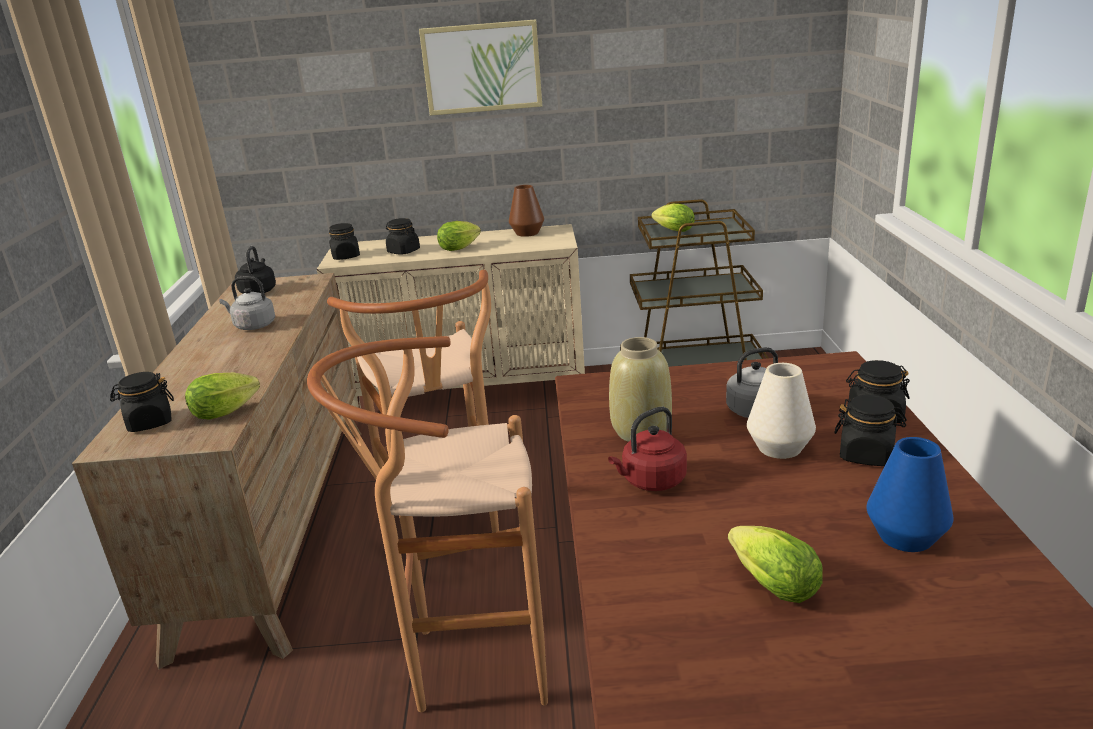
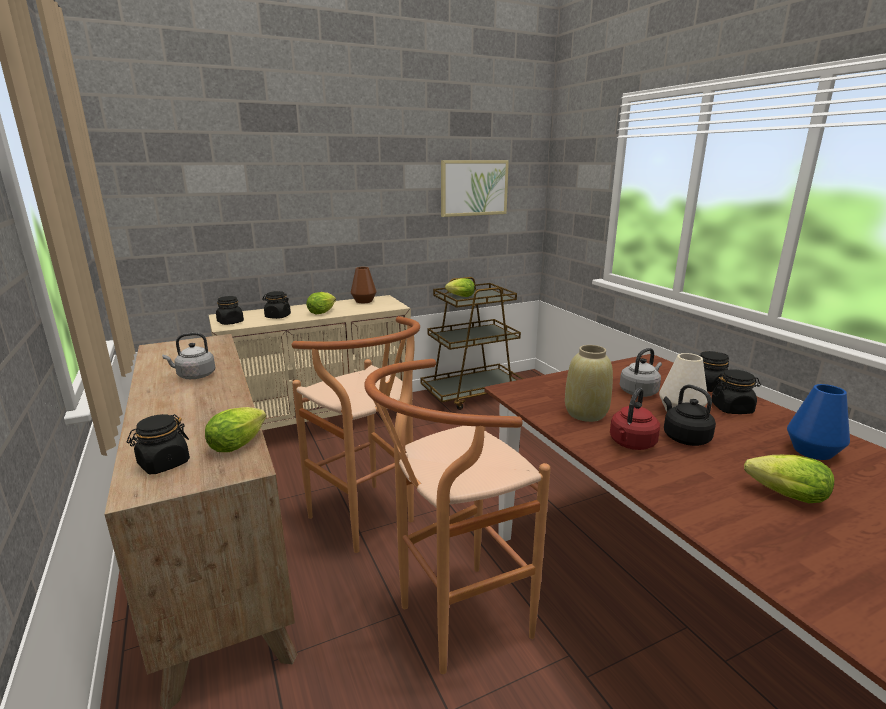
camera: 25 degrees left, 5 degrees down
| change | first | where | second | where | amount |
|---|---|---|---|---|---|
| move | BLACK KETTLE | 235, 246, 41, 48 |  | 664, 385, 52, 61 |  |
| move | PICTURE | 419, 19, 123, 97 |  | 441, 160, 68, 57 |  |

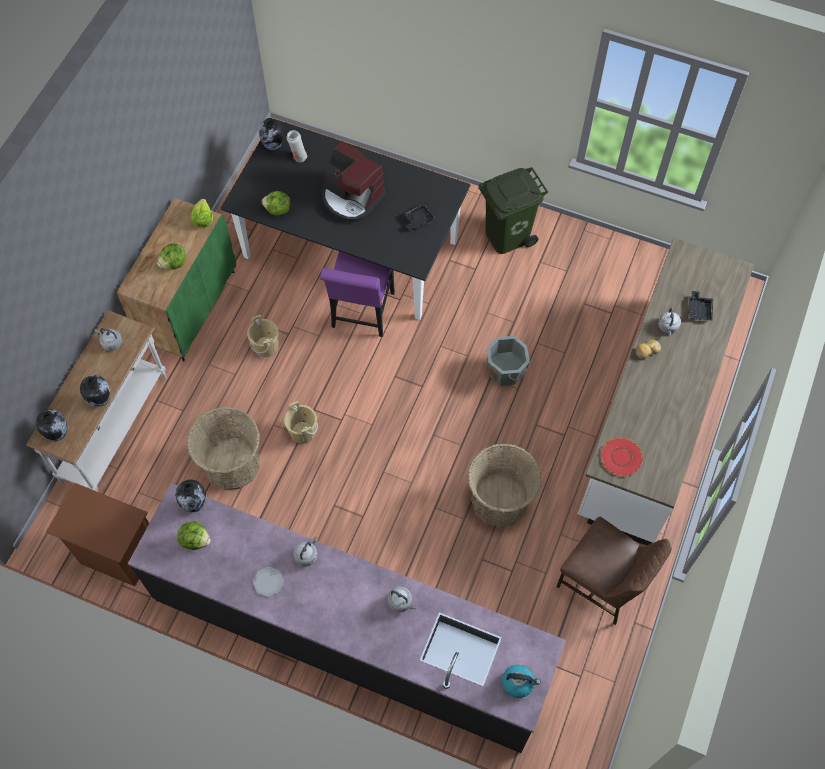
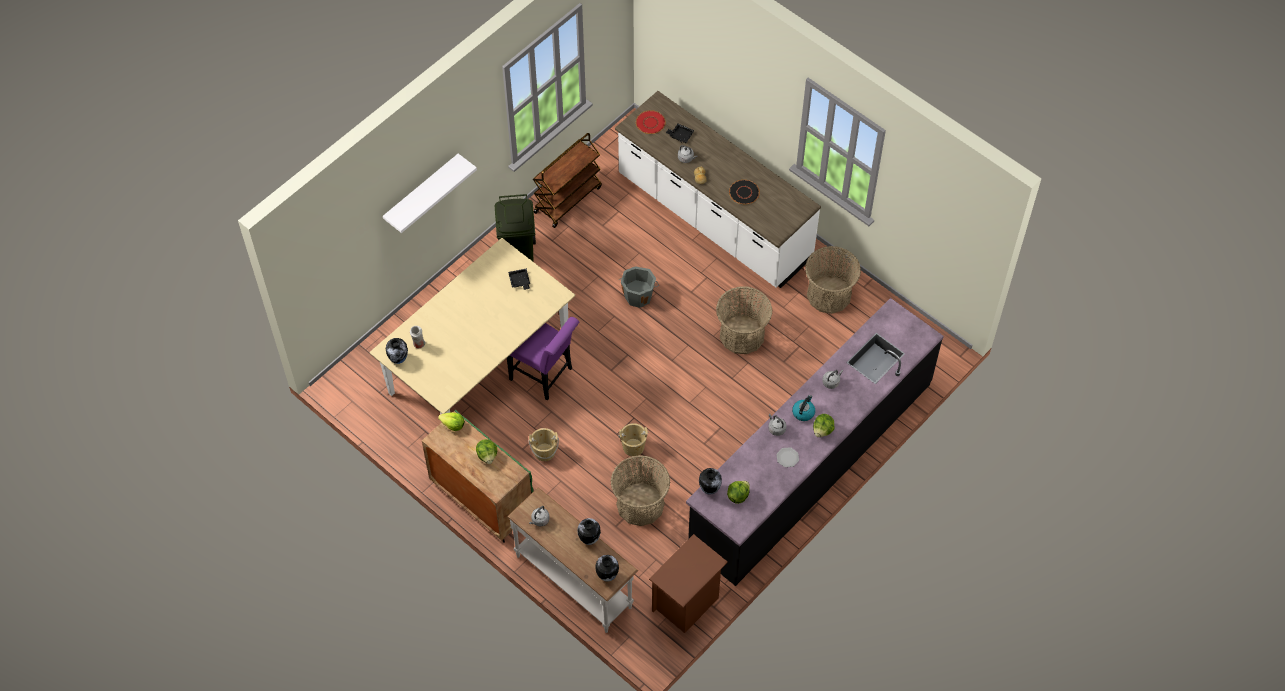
camera: 70 degrees left, 5 degrees down
| change | first | where | second | where | amount |
|---|---|---|---|---|---|
| delete | COFFEE MACHINE | 322, 141, 64, 81 |  |  |  |
| insert |  |  | WHITE SHELF | 383, 154, 94, 79 |  |
| insert |  |  | BROWN CART | 533, 133, 69, 95 |  |
| insert |  |  | BLACK PLATE | 729, 180, 31, 24 |  |
| move | LETTUCE | 262, 191, 29, 25 |  | 813, 414, 22, 23 |  |
| move | KETTLE | 502, 665, 38, 33 |  | 792, 395, 23, 26 |  |
| move | RED PLATE | 601, 437, 42, 39 |  | 636, 110, 30, 24 |  |
| replace | BROWN CHAIR | 556, 517, 116, 108 | BASKET | 805, 246, 56, 68 |  |
| recolor | BLACK DINING TABLE | 221, 119, 249, 201 | BEIGE DINING TABLE | 370, 238, 205, 177 |  |

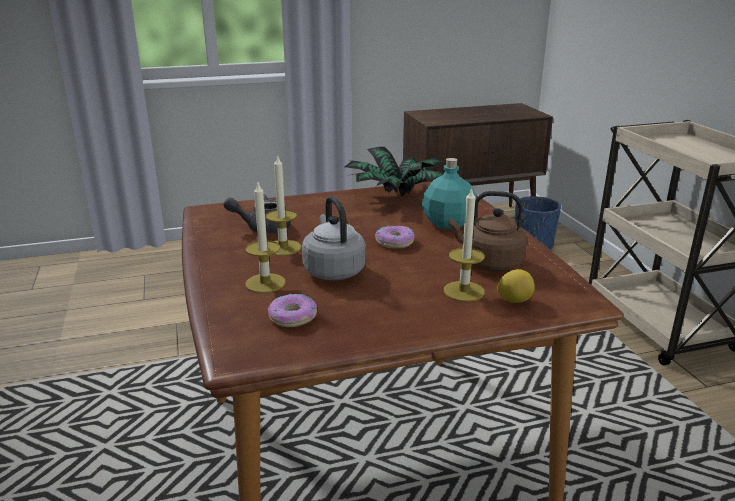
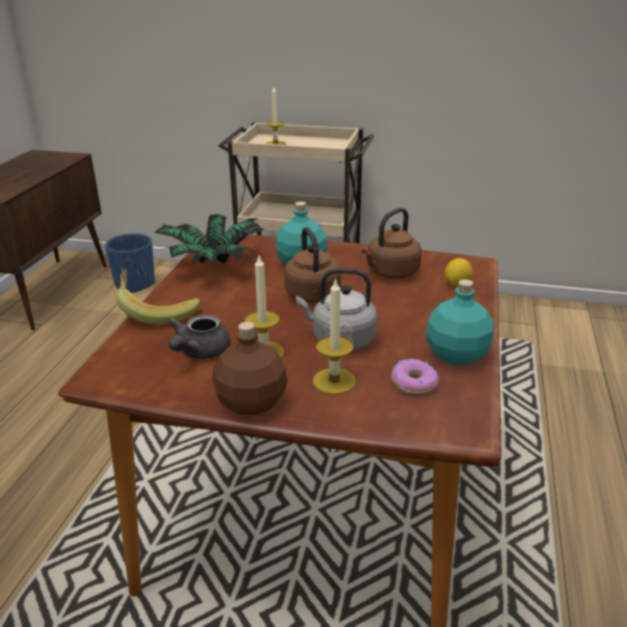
camera: 60 degrees left, 5 degrees up
| change | first | where | second | where | amount |
|---|---|---|---|---|---|
| insert |  |  | BANANA | 116, 268, 84, 57 |  |
| insert |  |  | BROWN BOTTLE | 212, 322, 76, 93 |  |
| insert |  |  | TURQUOISE BOTTLE | 426, 279, 68, 86 |  |
| move | CANDLE | 444, 186, 41, 116 |  | 266, 87, 20, 58 |  |
| replace | DONUT | 375, 226, 40, 22 | BROWN KETTLE | 284, 227, 57, 76 |  |

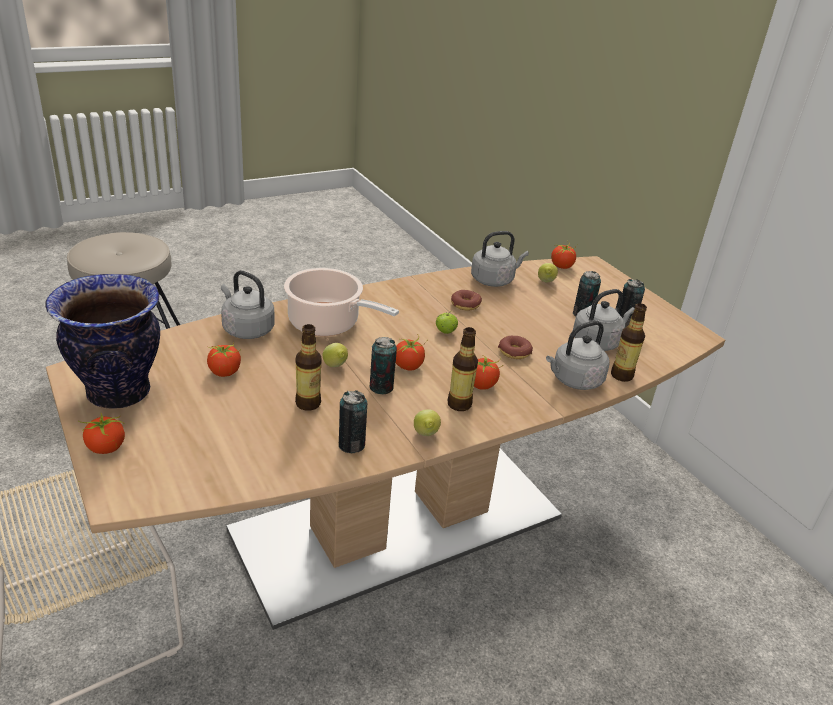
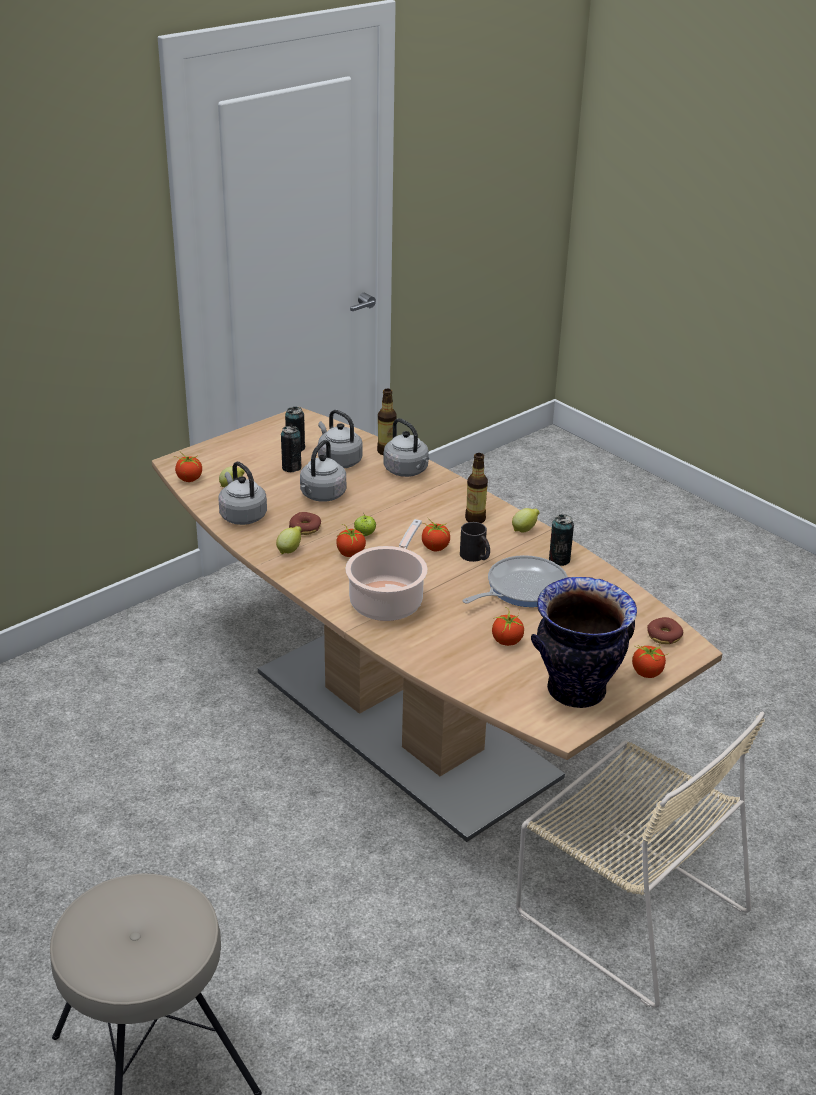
camera: 100 degrees left, 0 degrees up
| change | first | where | second | where | amount |
|---|---|---|---|---|---|
| move | GREY KETTLE | 221, 271, 54, 68 |  | 300, 440, 46, 62 |  |
| move | LEMON | 323, 343, 25, 24 |  | 276, 526, 25, 28 |  |
| move | TOMATO | 474, 355, 29, 35 |  | 336, 524, 30, 33 |  |
| move | DONUT | 498, 336, 35, 23 |  | 647, 617, 36, 27 |  |
| replace | BOTTLE | 295, 324, 26, 87 | FRYING PAN | 462, 555, 106, 52 |  |
| replace | CAN | 370, 337, 27, 57 | BLACK MUG | 460, 522, 30, 40 |  |

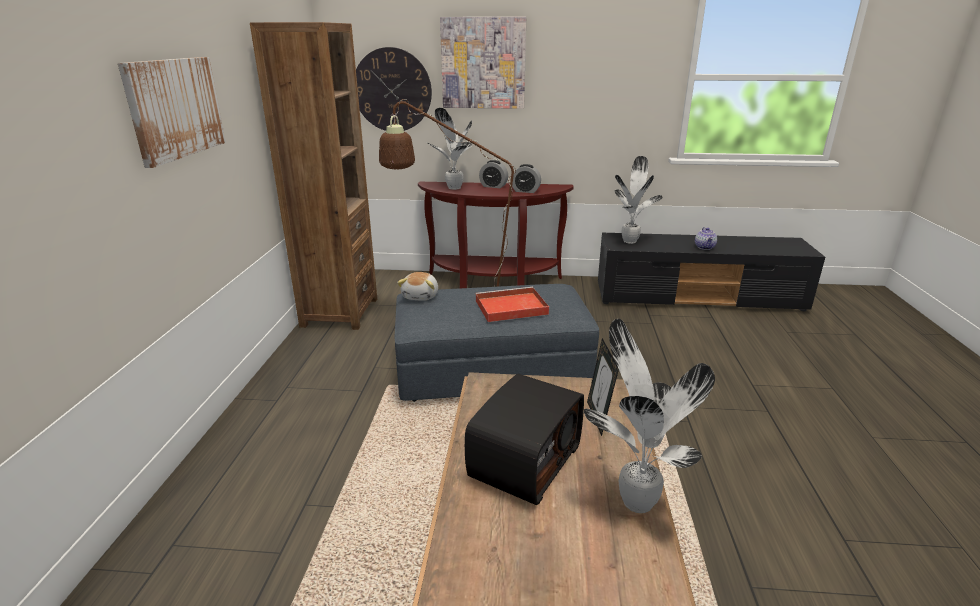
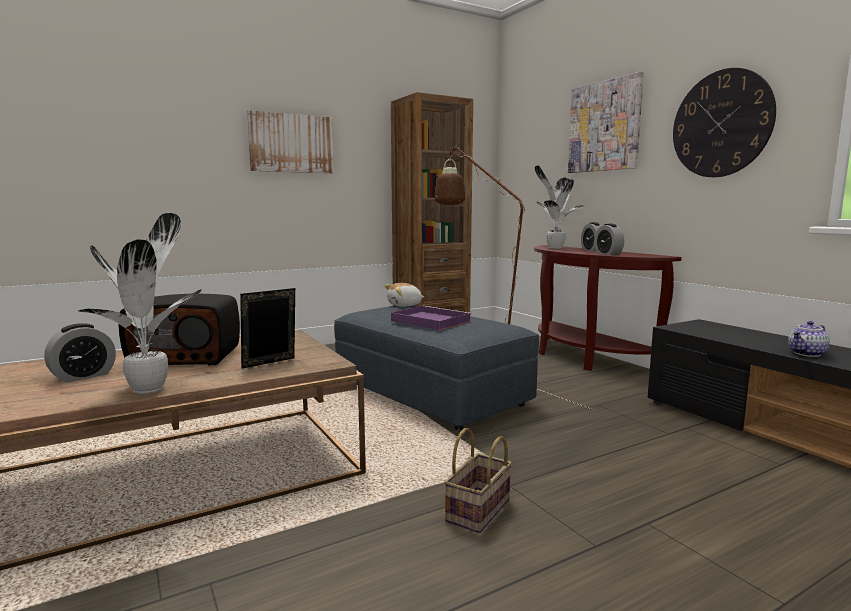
camera: 55 degrees right, 15 degrees down
| change | first | where | second | where | amount |
|---|---|---|---|---|---|
| delete | POTTED PLANT | 614, 156, 49, 88 |  |  |  |
| insert |  |  | ALARM CLOCK | 44, 323, 72, 60 |  |
| insert |  |  | BASKET | 444, 428, 68, 105 |  |
| move | WALL CLOCK | 356, 47, 76, 84 |  | 673, 68, 103, 109 |  |
| recolor | RED TRAY | 475, 287, 74, 35 | PURPLE TRAY | 391, 306, 81, 24 |  |

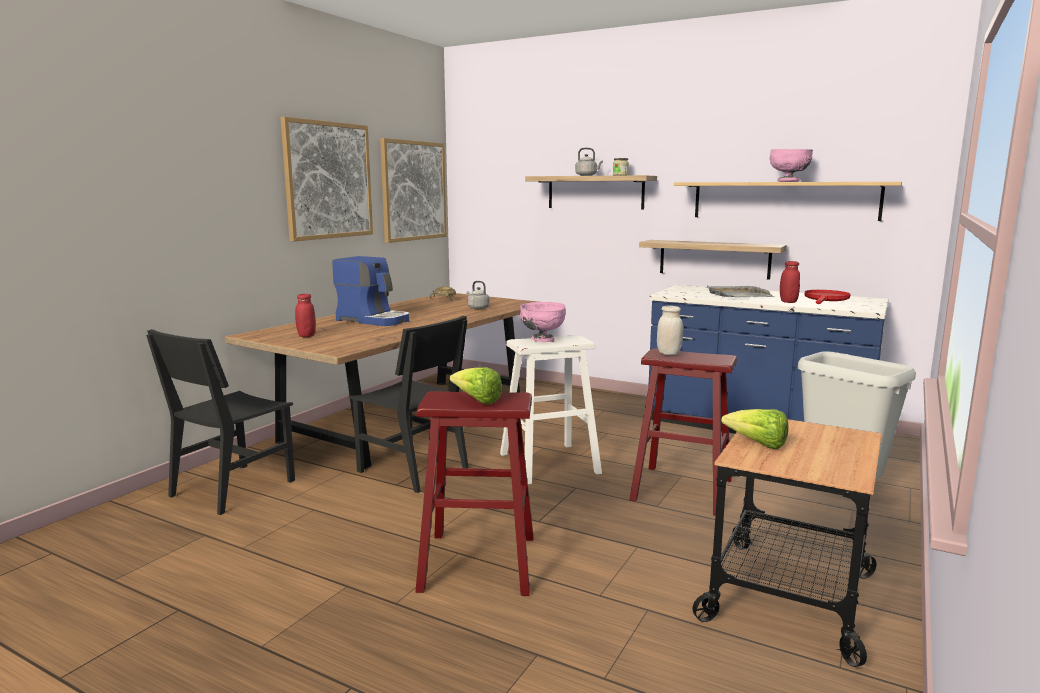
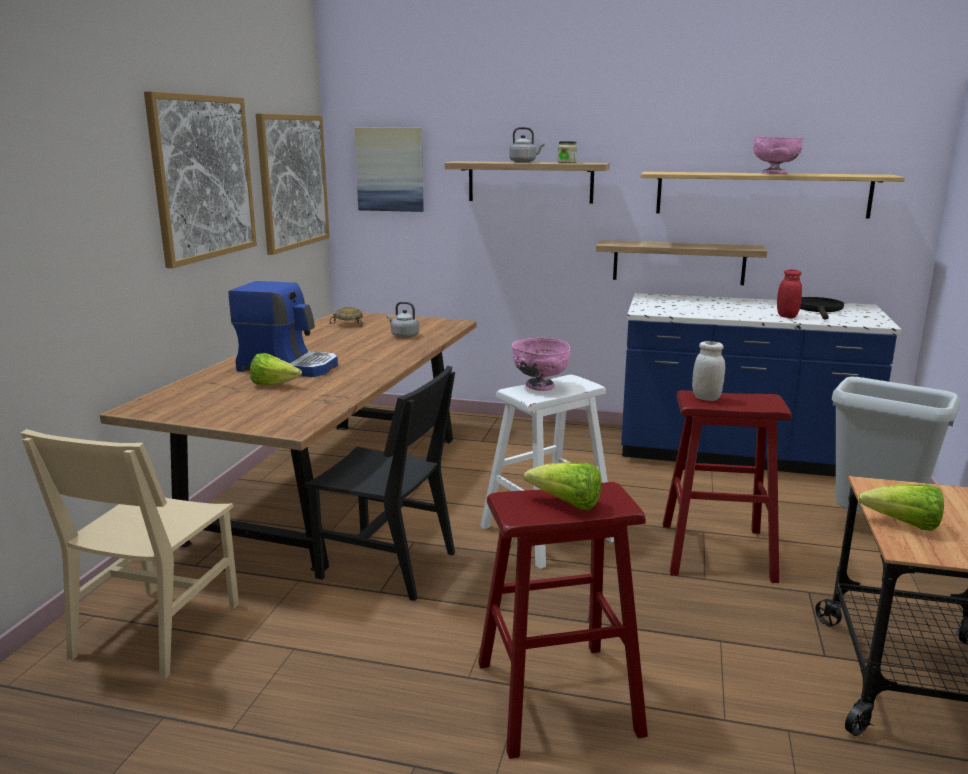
camera: 15 degrees left, 5 degrees up
| change | first | where | second | where | amount |
|---|---|---|---|---|---|
| delete | RED JAR | 295, 294, 21, 43 |  |  |  |
| delete | GREY TRAY | 706, 285, 69, 12 |  |  |  |
| insert |  |  | LETTUCE | 250, 353, 52, 32 |  |
| insert |  |  | PICTURE | 354, 128, 70, 84 |  |
| recolor | BLACK CHAIR | 146, 329, 149, 186 | BEIGE CHAIR | 20, 429, 219, 250 |  |
| recolor | RED FRYING PAN | 805, 290, 46, 14 | BLACK FRYING PAN | 800, 297, 44, 23 |  |

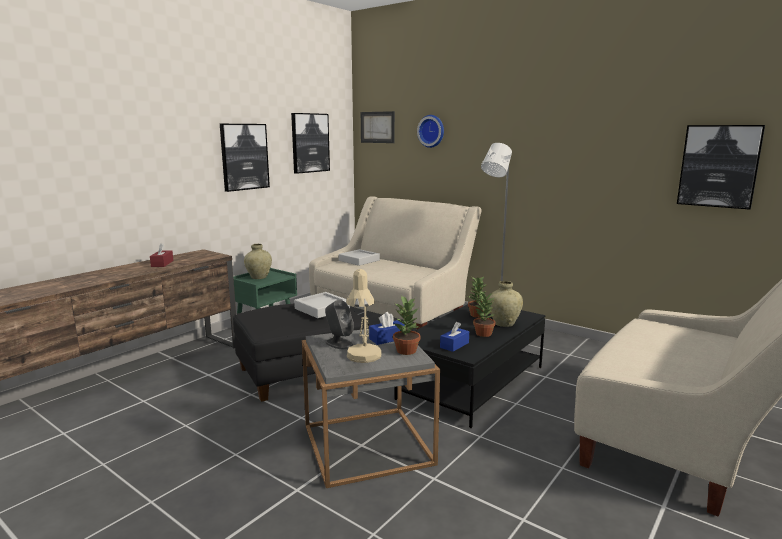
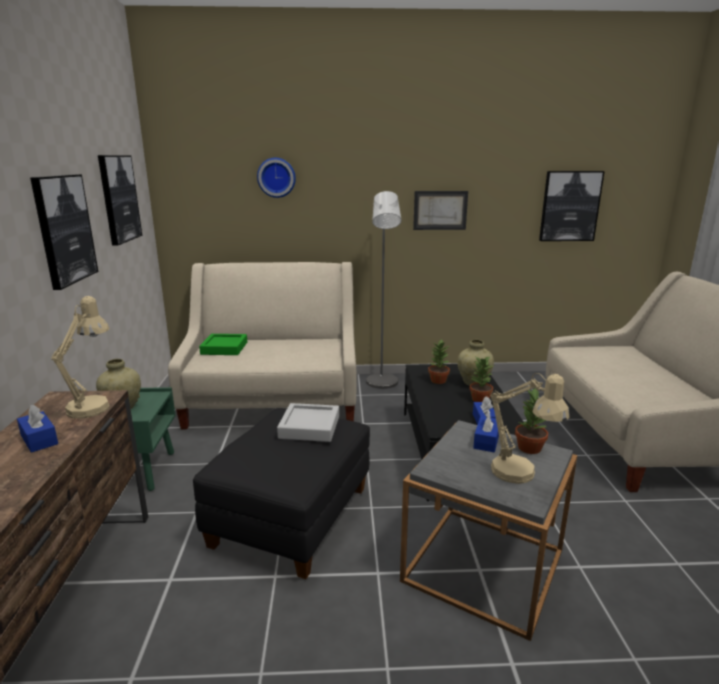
camera: 40 degrees left, 5 degrees up
| change | first | where | second | where | amount |
|---|---|---|---|---|---|
| delete | GREY SPEAKER | 325, 300, 29, 49 |  |  |  |
| insert |  |  | BEIGE TABLE LAMP | 51, 296, 59, 123 |  |
| move | PICTURE | 361, 111, 34, 32 |  | 413, 191, 55, 39 |  |
| recolor | RED TISSUE BOX | 150, 243, 23, 24 | BLUE TISSUE BOX | 17, 404, 41, 49 |  |
| recolor | GREY TRAY | 339, 249, 41, 17 | GREEN TRAY | 199, 334, 48, 21 |  |

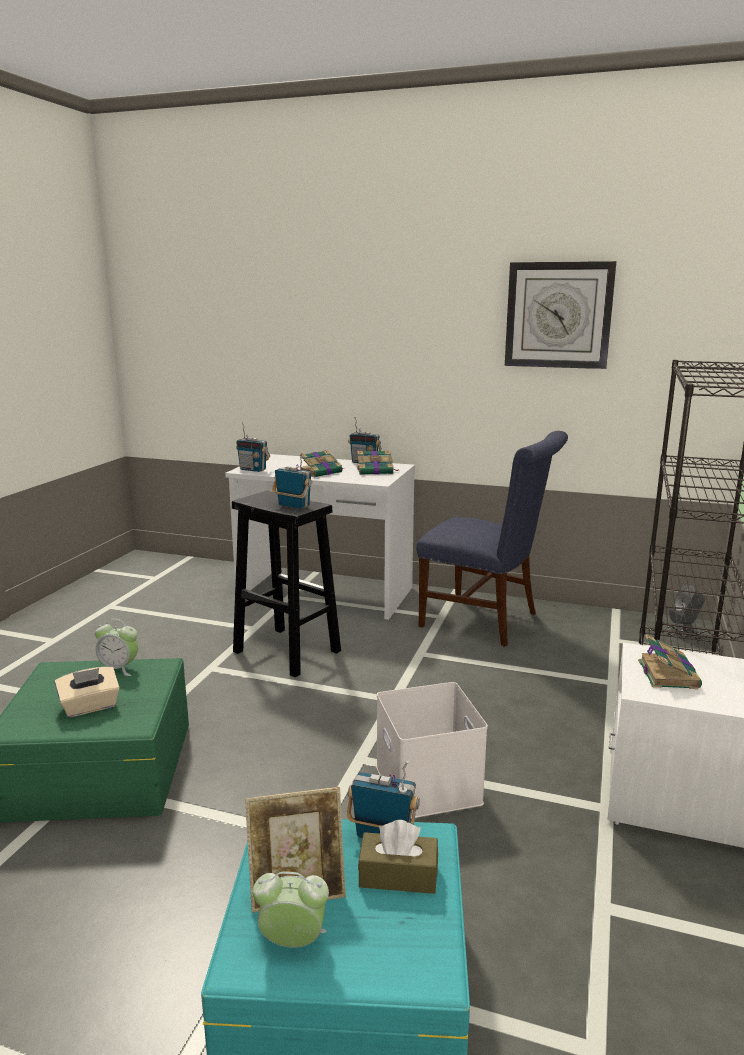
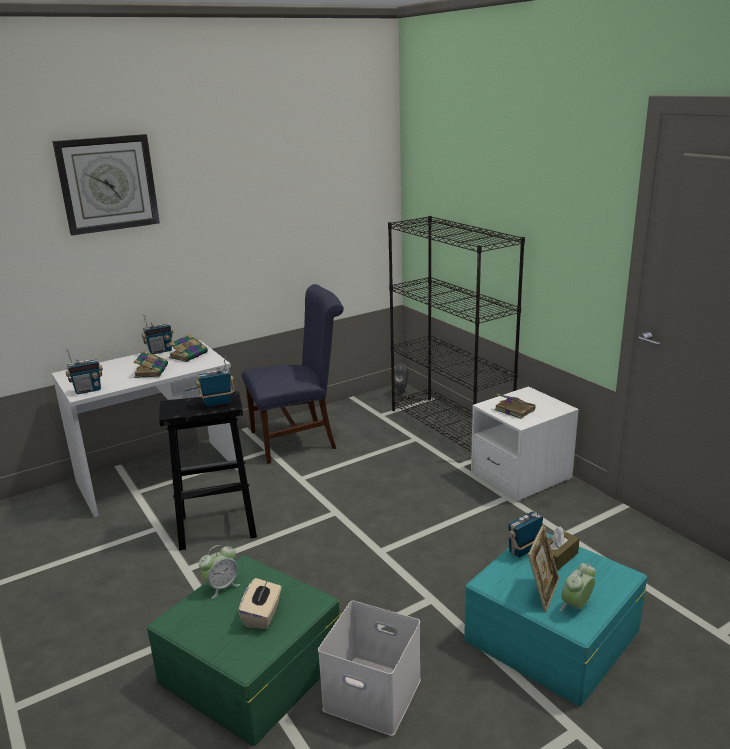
camera: 50 degrees left, 5 degrees up
| change | first | where | second | where | amount |
|---|---|---|---|---|---|
| move | WHITE STORAGE BOX | 376, 682, 112, 137 |  | 318, 601, 103, 135 |  |
| move | WALL CLOCK | 505, 261, 111, 108 |  | 52, 134, 108, 101 |  |

